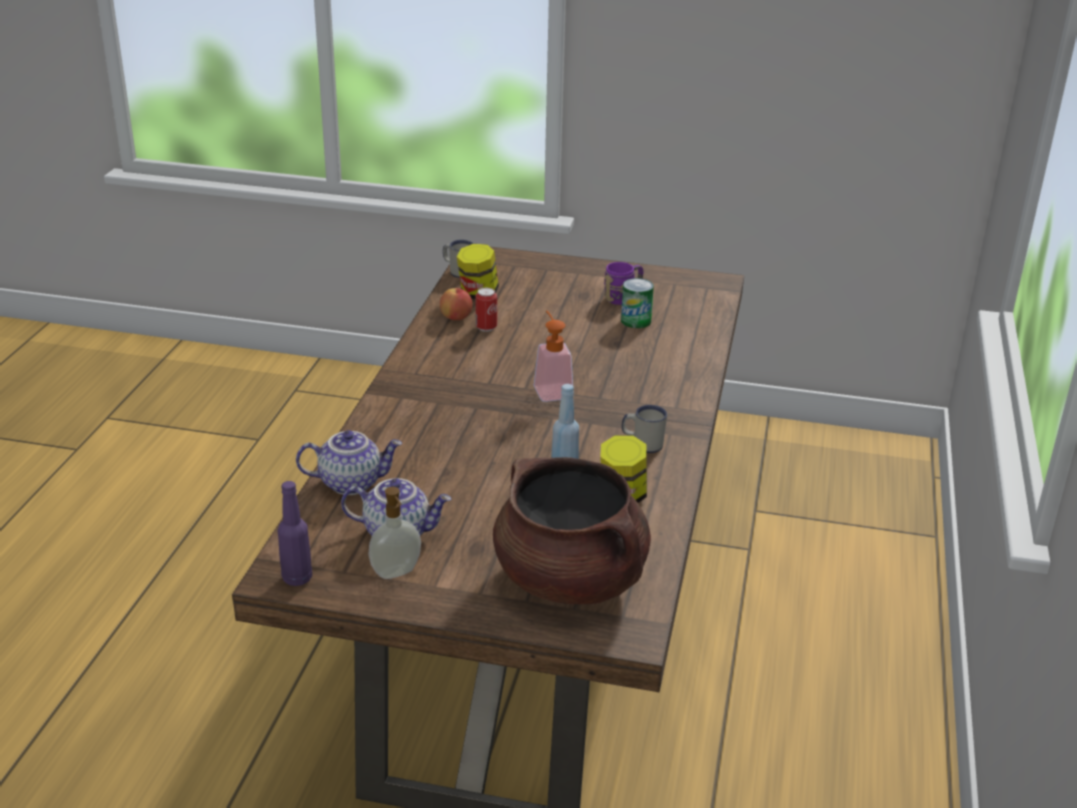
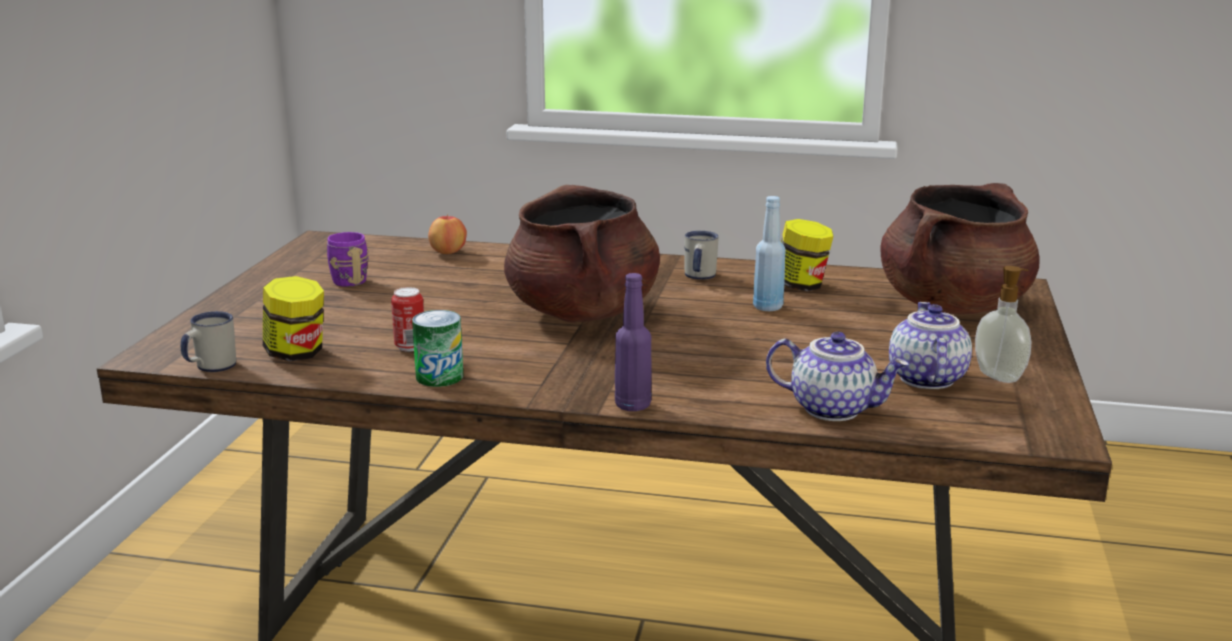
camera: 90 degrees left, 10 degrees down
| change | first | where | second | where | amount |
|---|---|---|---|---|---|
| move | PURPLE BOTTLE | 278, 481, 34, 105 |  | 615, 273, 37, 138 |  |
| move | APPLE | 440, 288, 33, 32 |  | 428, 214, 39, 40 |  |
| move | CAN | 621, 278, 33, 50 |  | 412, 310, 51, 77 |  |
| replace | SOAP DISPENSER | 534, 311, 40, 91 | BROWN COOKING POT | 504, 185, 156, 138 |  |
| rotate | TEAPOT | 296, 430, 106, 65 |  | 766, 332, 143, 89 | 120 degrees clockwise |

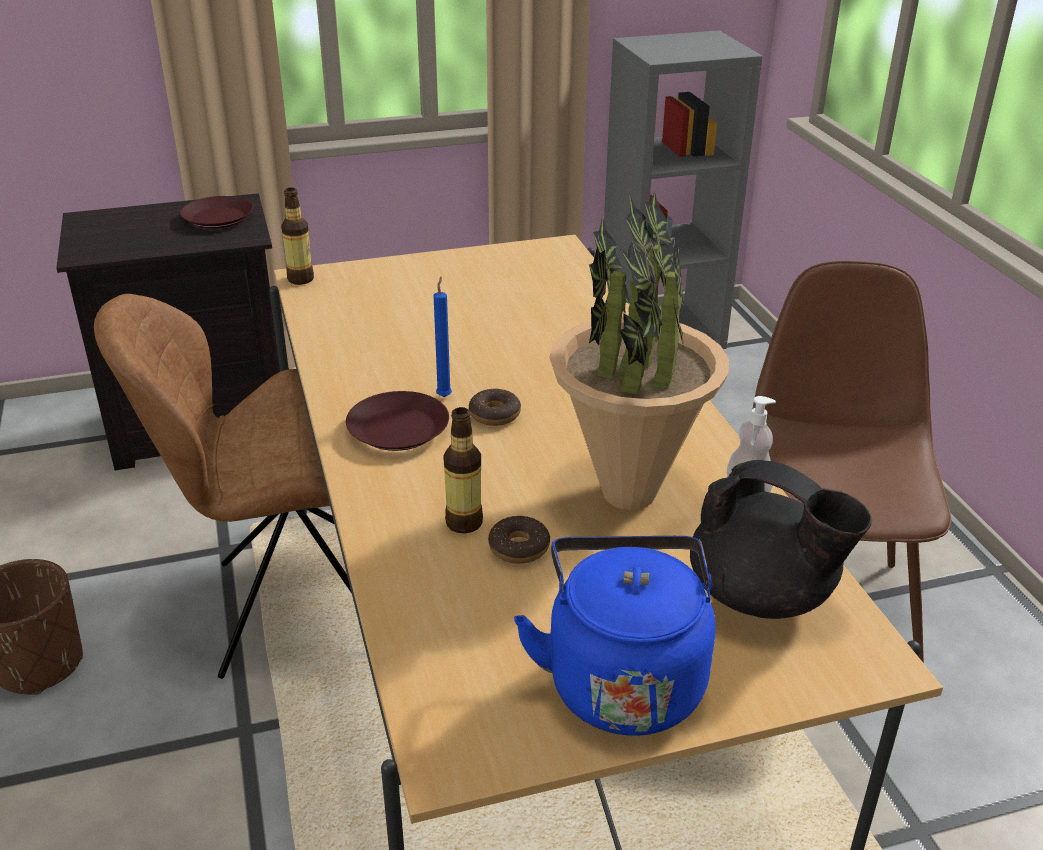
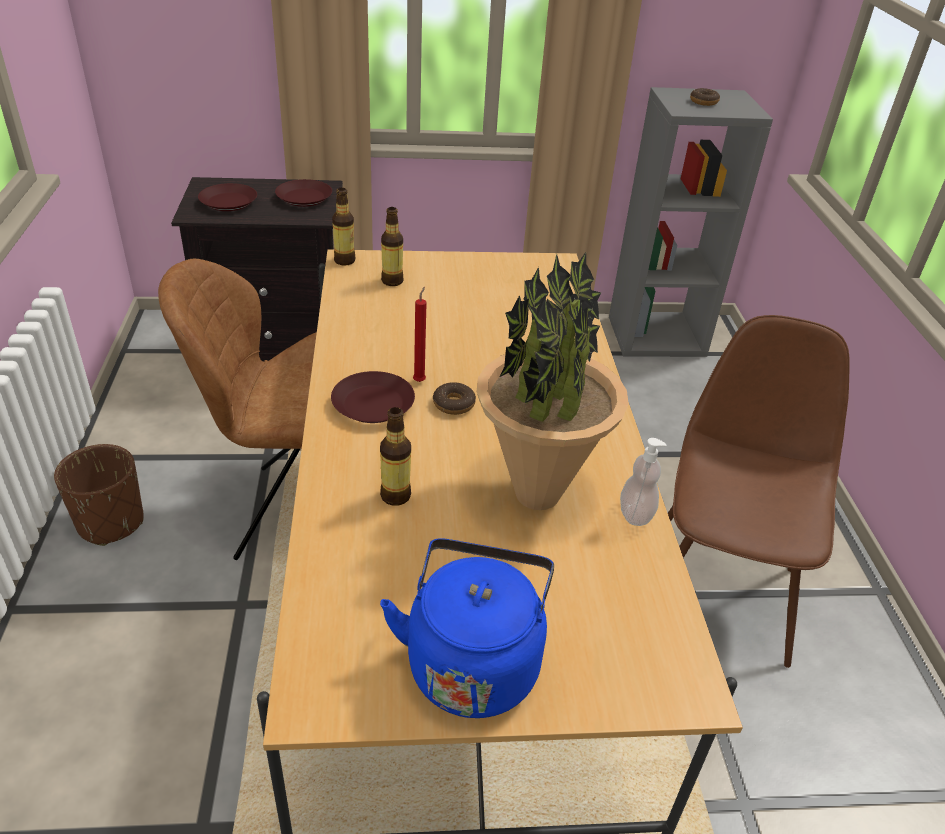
camera: 10 degrees right, 5 degrees up
| change | first | where | second | where | amount |
|---|---|---|---|---|---|
| delete | BLACK TEAPOT | 690, 459, 182, 160 |  |  |  |
| insert |  |  | BROWN PLATE | 198, 183, 59, 28 |  |
| insert |  |  | BOTTLE | 381, 207, 23, 79 |  |
| move | DONUT | 488, 516, 62, 48 |  | 690, 88, 30, 18 |  |
| recolor | BLUE CANDLE | 433, 277, 19, 120 | RED CANDLE | 413, 286, 14, 96 |  |

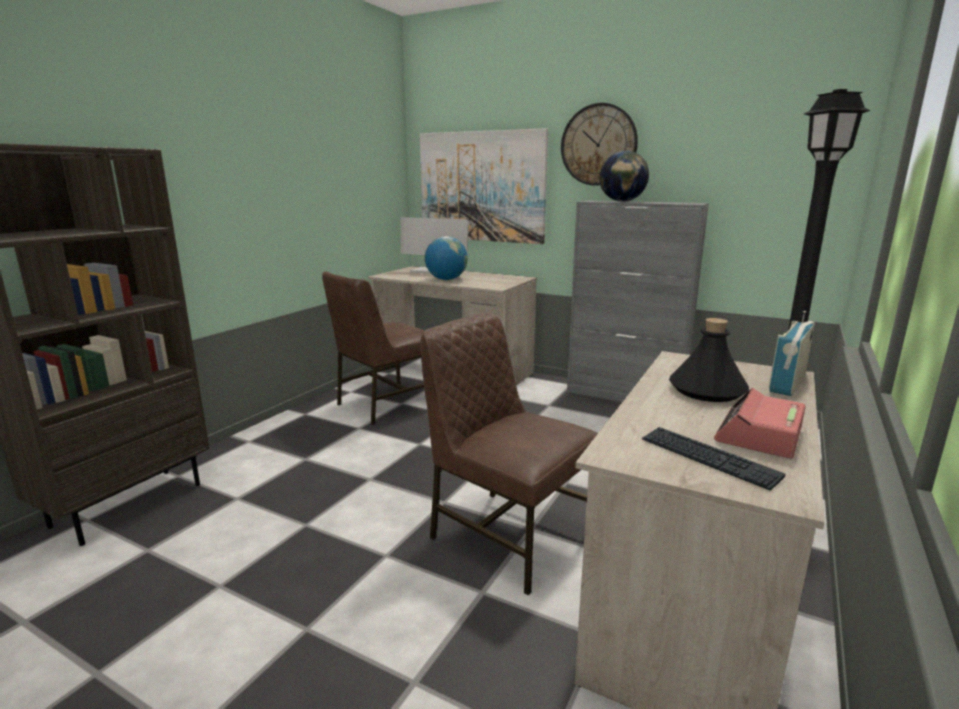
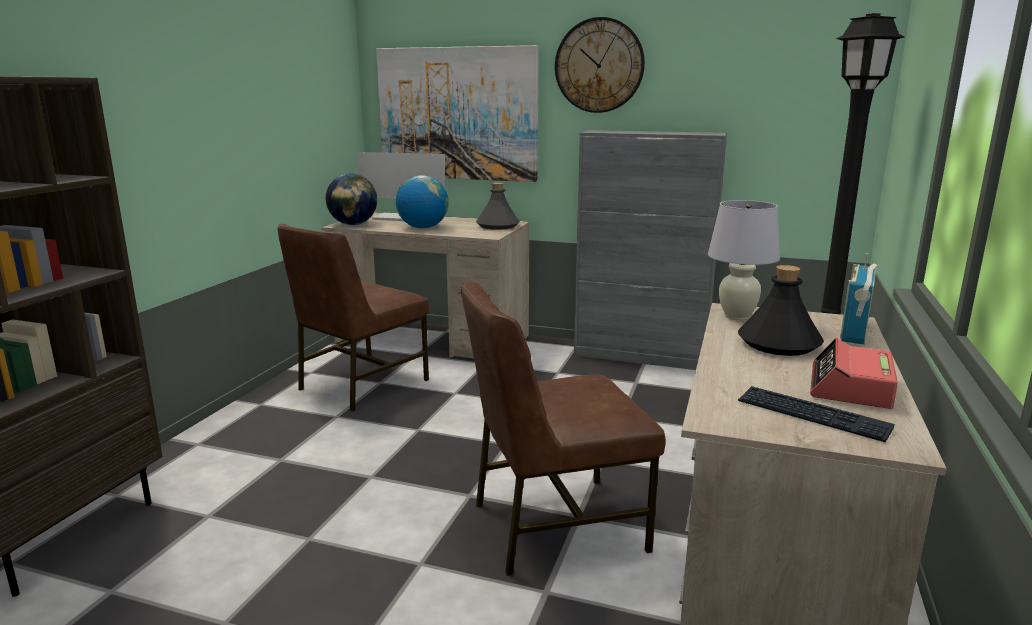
camera: 10 degrees left, 0 degrees up
| change | first | where | second | where | amount |
|---|---|---|---|---|---|
| insert |  |  | GREY BOTTLE | 476, 182, 44, 48 |  |
| insert |  |  | WHITE TABLE LAMP | 708, 200, 72, 120 |  |
| move | GLOBE | 599, 151, 50, 51 |  | 326, 174, 51, 51 |  |
| rotate | BROWN CHAIR | 420, 313, 178, 283 |  | 461, 282, 204, 294 | 45 degrees counterclockwise |

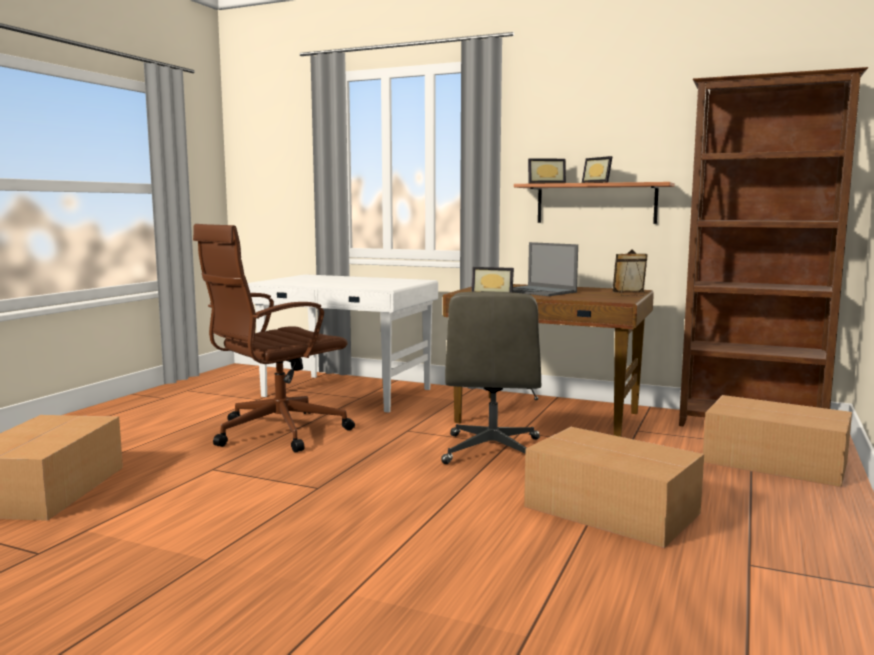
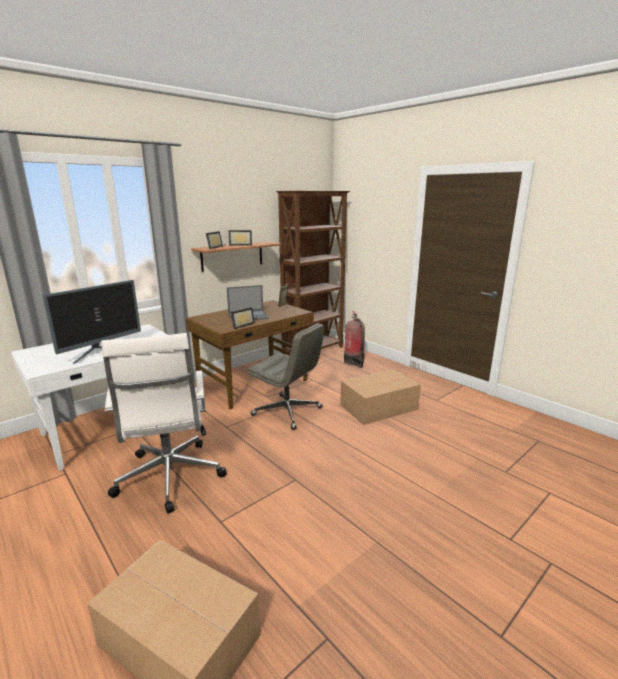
camera: 65 degrees left, 10 degrees up
| change | first | where | second | where | amount |
|---|---|---|---|---|---|
| insert |  |  | MONITOR | 42, 280, 99, 84 |  |
| replace | CARDBOARD BOX | 703, 395, 149, 92 | FIRE EXTINGUISHER | 344, 311, 21, 57 |  |
| recolor | BROWN OFFICE CHAIR | 193, 224, 162, 229 | WHITE OFFICE CHAIR | 101, 333, 126, 181 |  |

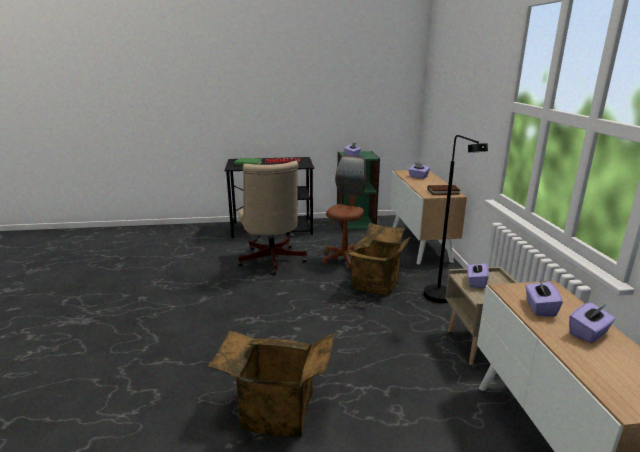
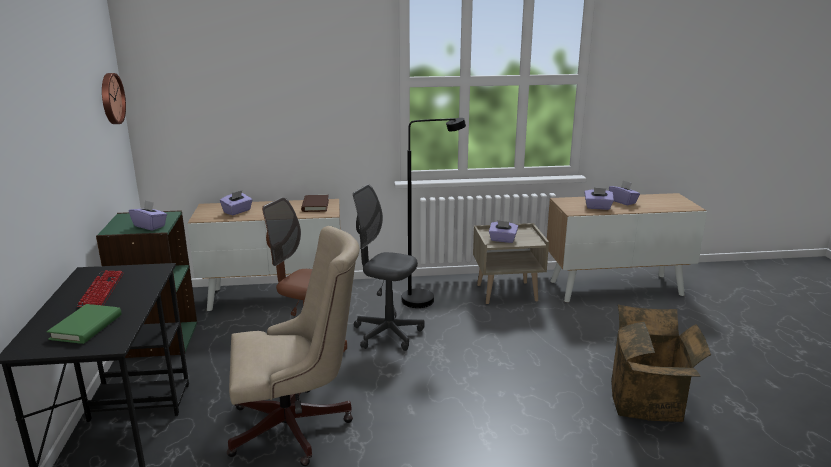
camera: 90 degrees left, 0 degrees up
| change | first | where | second | where | amount |
|---|---|---|---|---|---|
| insert |  |  | WALL CLOCK | 102, 73, 24, 51 |  |
| replace | CARDBOARD BOX | 347, 223, 63, 72 | GREY OFFICE CHAIR | 353, 184, 72, 167 |  |

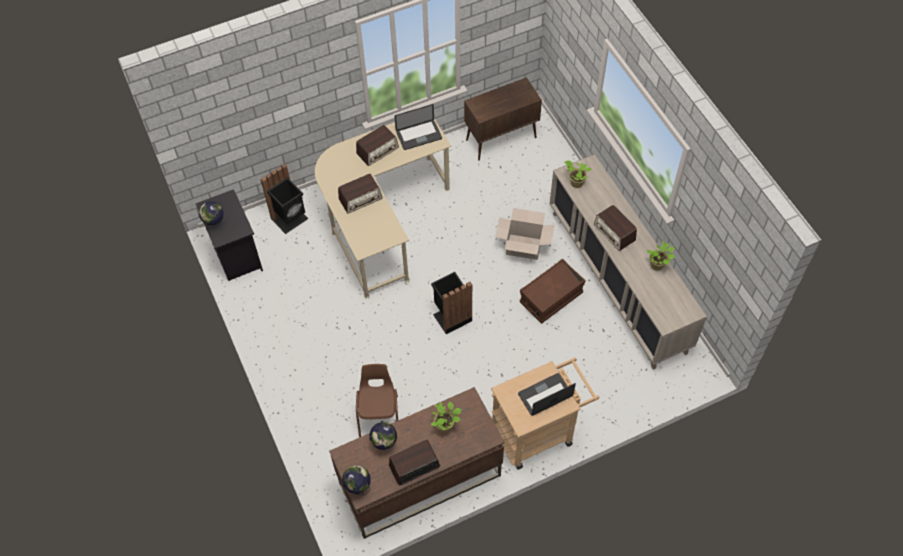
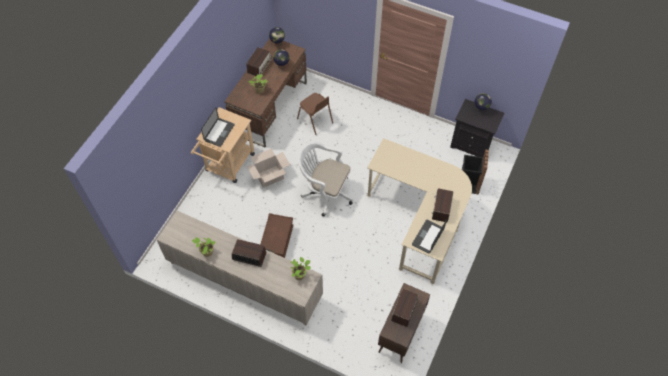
camera: 140 degrees right, 0 degrees up
| change | first | where | second | where | amount |
|---|---|---|---|---|---|
| move | RADIO | 338, 174, 45, 39 |  | 391, 289, 28, 38 |  |
| move | CARDBOARD BOX | 495, 208, 59, 52 |  | 247, 148, 43, 40 |  |
| replace | BLACK TRASH CAN | 431, 272, 41, 62 | WHITE OFFICE CHAIR | 298, 141, 55, 75 |  |

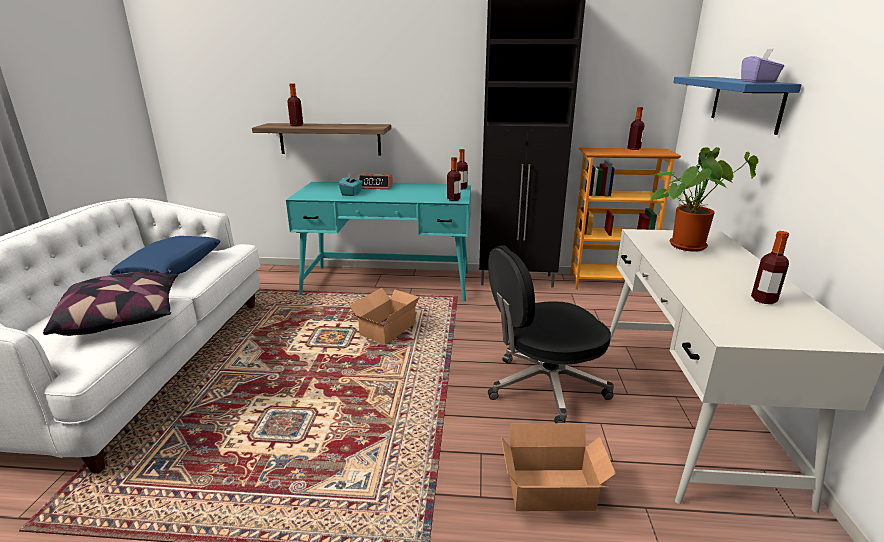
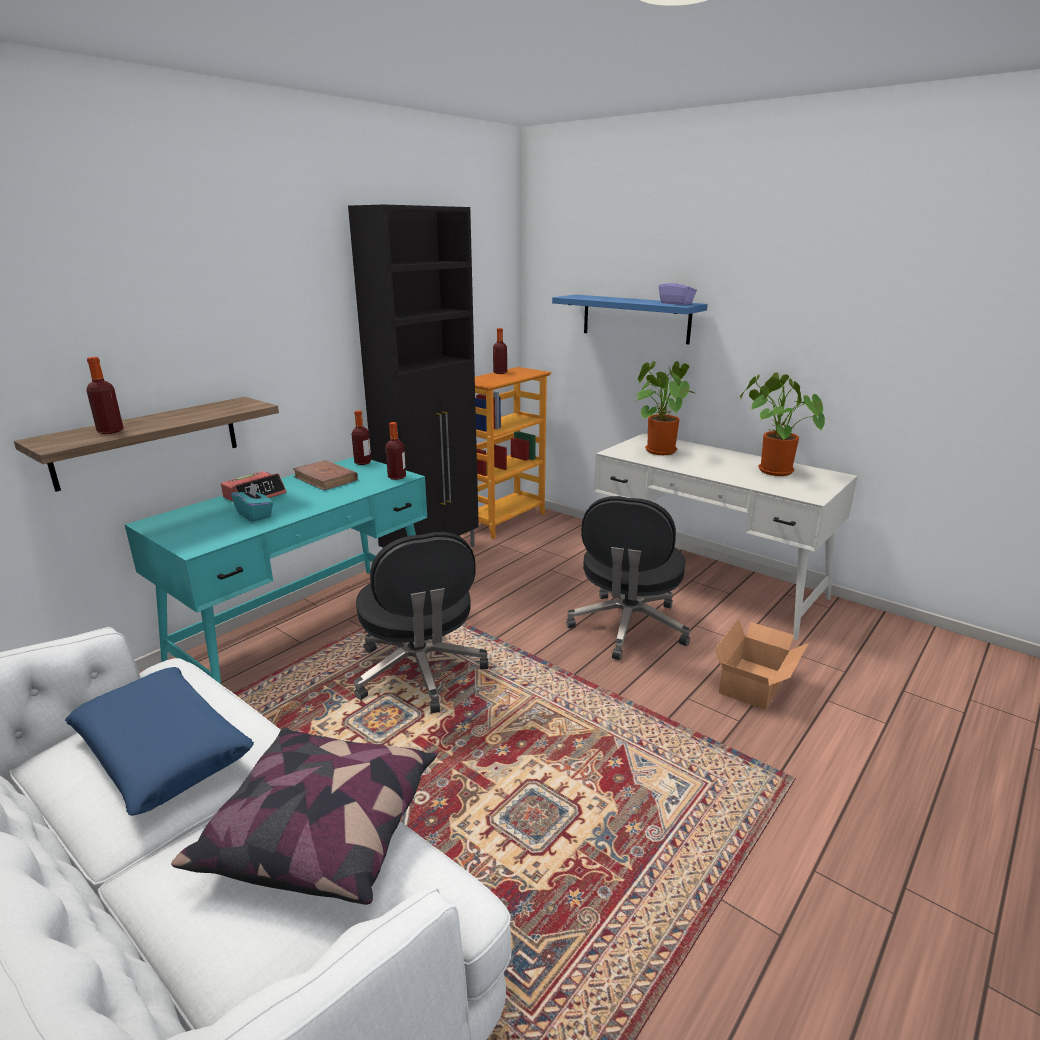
camera: 55 degrees left, 0 degrees up
| change | first | where | second | where | amount |
|---|---|---|---|---|---|
| insert |  |  | BROWN BOOK | 293, 460, 65, 30 |  |
| replace | CARDBOARD BOX | 349, 288, 71, 57 | BLACK OFFICE CHAIR | 354, 532, 135, 181 |  |
| replace | BOTTLE | 751, 231, 38, 73 | POTTED PLANT | 740, 372, 85, 104 |  |

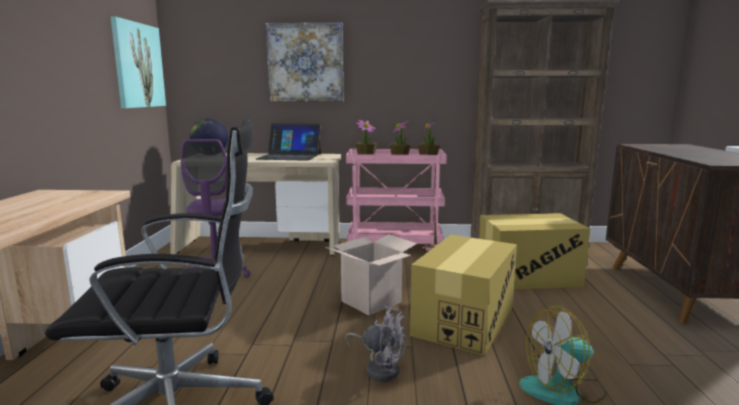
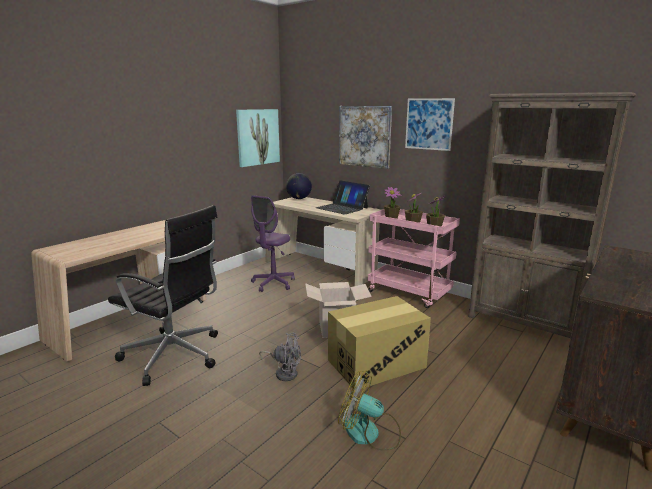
camera: 35 degrees right, 5 degrees up
| change | first | where | second | where | amount |
|---|---|---|---|---|---|
| delete | CARDBOARD BOX | 479, 213, 111, 76 |  |  |  |
| insert |  |  | PICTURE | 405, 98, 50, 53 |  |
| rotate | GREY FAN | 345, 306, 61, 76 |  | 259, 332, 42, 49 | 45 degrees counterclockwise |

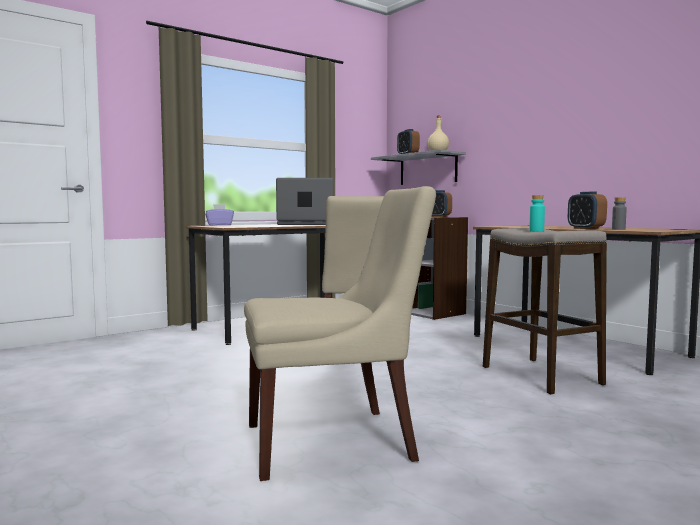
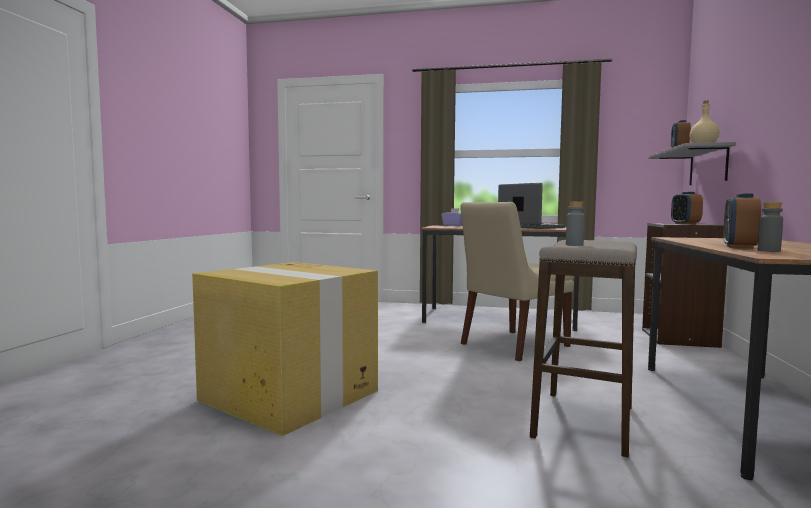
camera: 50 degrees right, 0 degrees up
| change | first | where | second | where | amount |
|---|---|---|---|---|---|
| replace | BEIGE CHAIR | 244, 186, 192, 295 | CARDBOARD BOX | 192, 262, 186, 174 |  |
| recolor | TURQUOISE BOTTLE | 529, 195, 16, 37 | GREY BOTTLE | 566, 201, 19, 45 |  |

